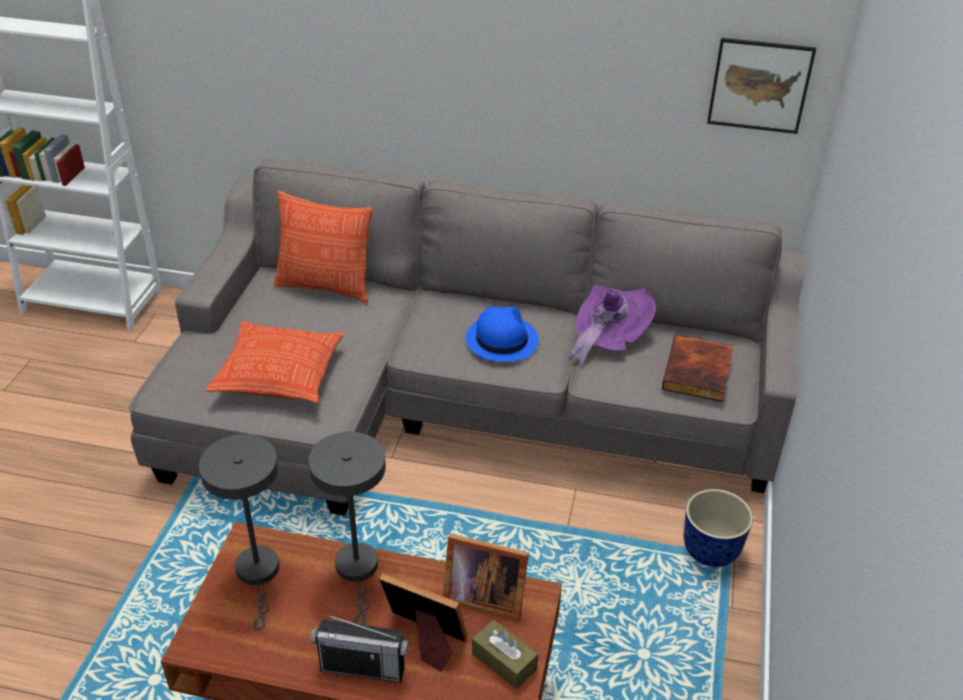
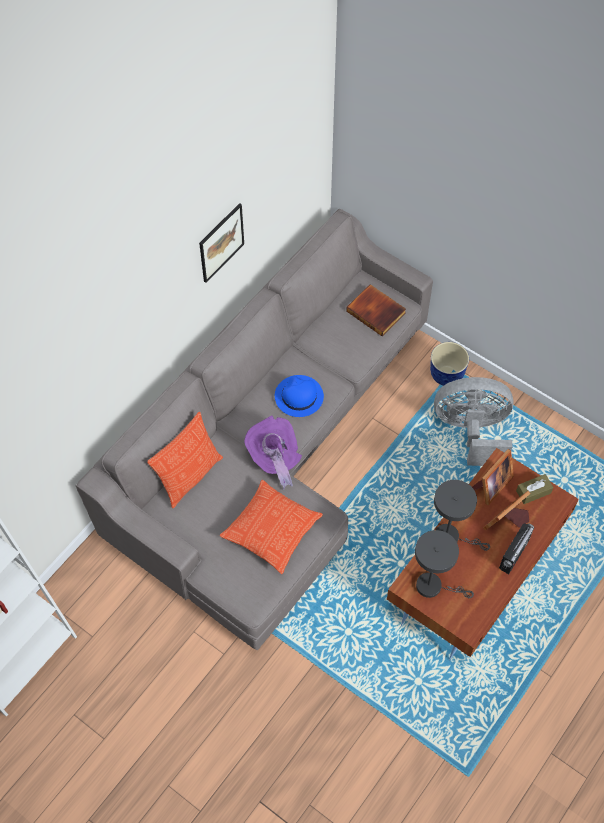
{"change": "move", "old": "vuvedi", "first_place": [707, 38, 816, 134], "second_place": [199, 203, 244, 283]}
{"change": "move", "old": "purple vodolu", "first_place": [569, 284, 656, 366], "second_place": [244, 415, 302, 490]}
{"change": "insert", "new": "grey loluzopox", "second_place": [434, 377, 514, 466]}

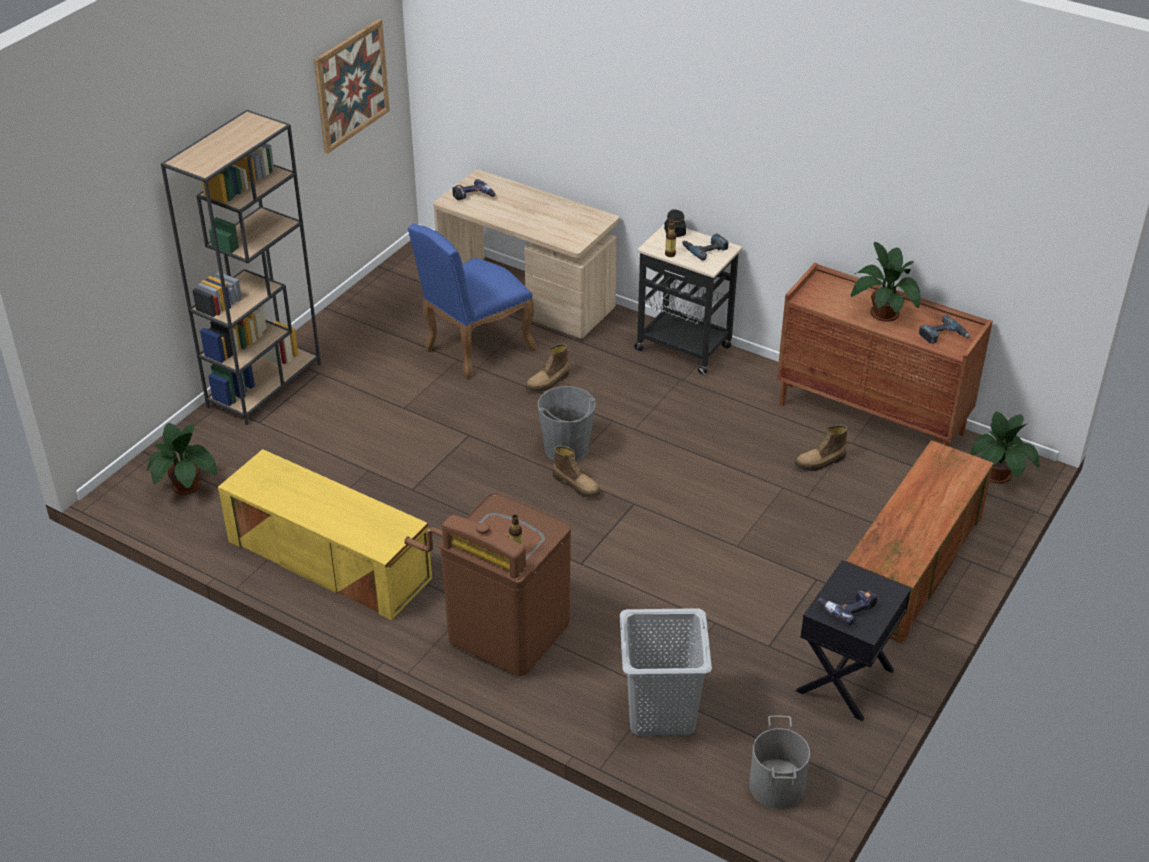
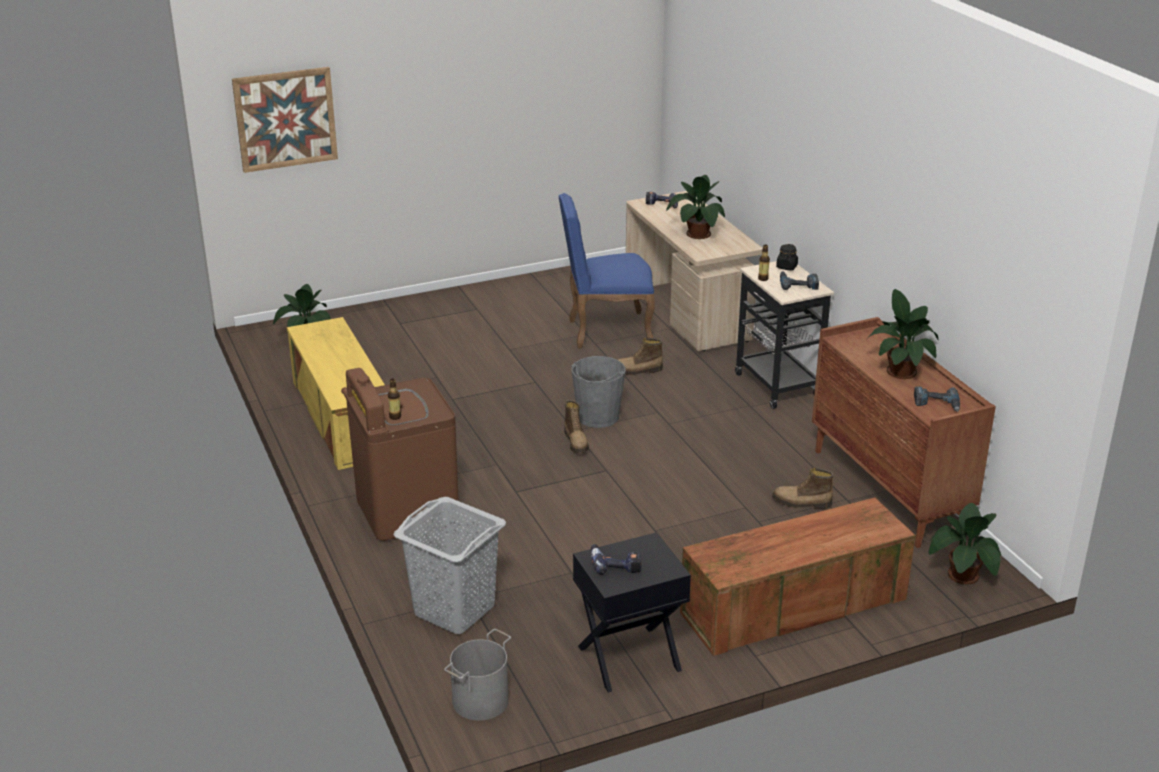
{"change": "move", "old": "vuvedi", "first_place": [314, 19, 390, 154], "second_place": [232, 67, 338, 173]}
{"change": "insert", "new": "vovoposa", "second_place": [666, 175, 725, 239]}
{"change": "delete", "old": "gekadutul", "first_place": [161, 110, 321, 425]}

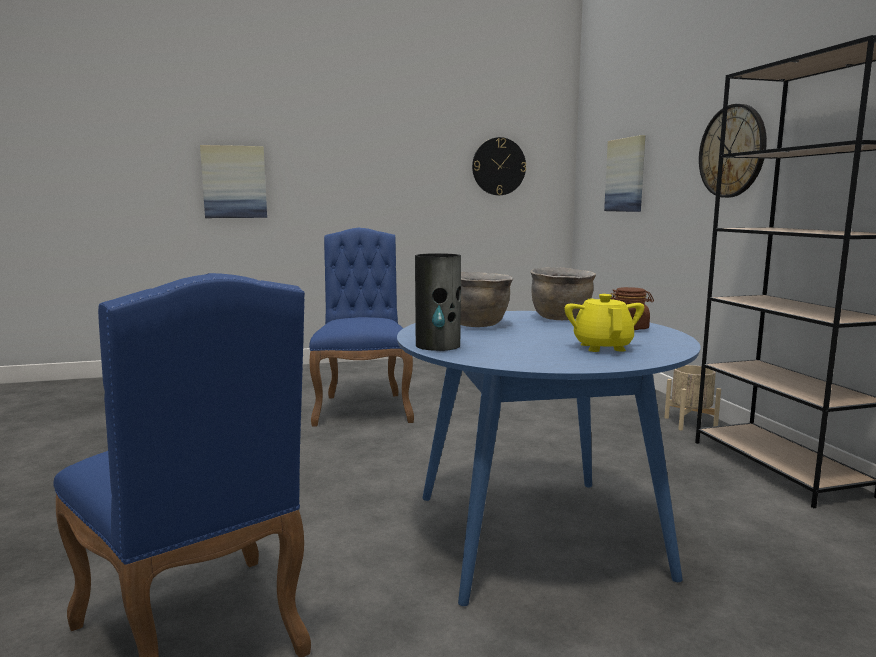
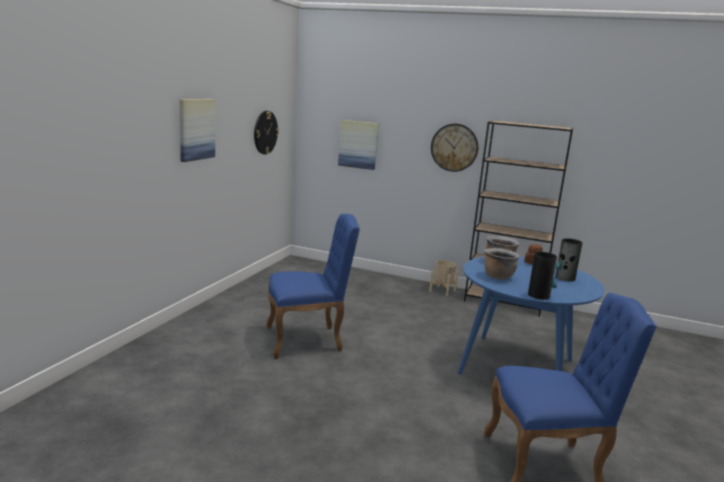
{"change": "move", "old": "vuvedi", "first_place": [200, 145, 267, 218], "second_place": [179, 99, 215, 162]}
{"change": "rotate", "old": "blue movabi", "first_place": [309, 228, 414, 427], "second_place": [267, 214, 360, 359], "degrees": 135}
{"change": "replace", "old": "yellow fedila", "new": "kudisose", "first_place": [564, 294, 644, 352], "second_place": [556, 238, 582, 281]}

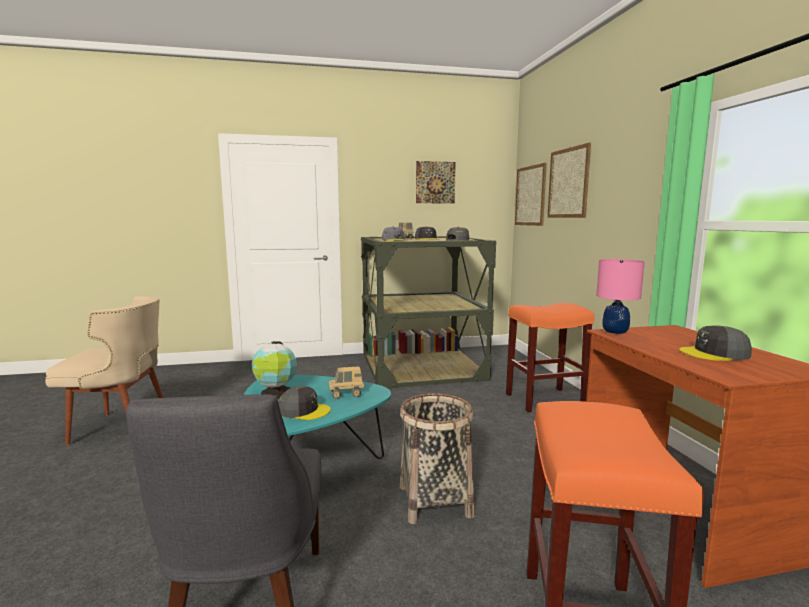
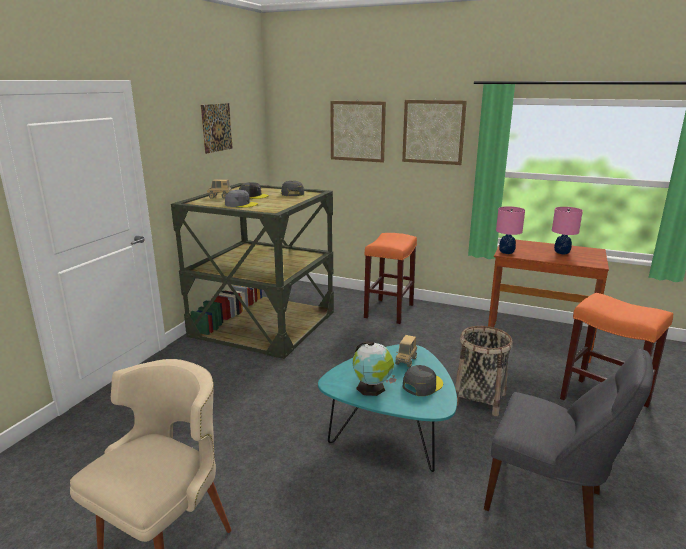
{"change": "move", "old": "vuvedi", "first_place": [515, 163, 547, 226], "second_place": [402, 98, 467, 165]}
{"change": "replace", "old": "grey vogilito", "new": "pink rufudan", "first_place": [679, 325, 752, 361], "second_place": [552, 207, 583, 254]}

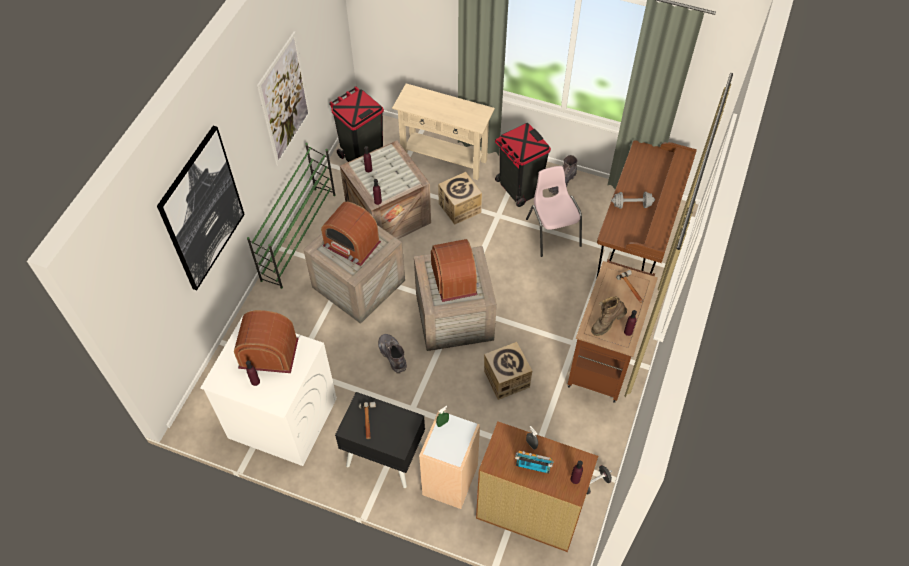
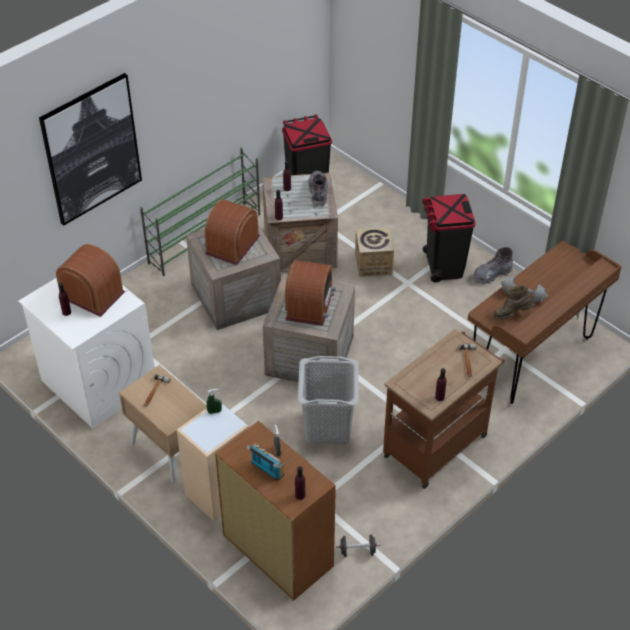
{"change": "recolor", "old": "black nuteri", "new": "beige nuteri", "first_place": [335, 392, 425, 488], "second_place": [119, 365, 207, 483]}
{"change": "rotate", "old": "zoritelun", "first_place": [321, 202, 381, 266], "second_place": [204, 199, 260, 265], "degrees": 60}
{"change": "replace", "old": "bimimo", "new": "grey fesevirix", "first_place": [484, 342, 532, 400], "second_place": [298, 356, 359, 444]}
{"change": "move", "old": "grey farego", "first_place": [378, 334, 407, 373], "second_place": [308, 171, 328, 207]}
{"change": "move", "old": "brown farego", "first_place": [591, 296, 627, 336], "second_place": [493, 285, 535, 320]}
{"change": "delete", "old": "vuvedi", "first_place": [257, 31, 311, 165]}
{"change": "delete", "old": "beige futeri", "first_place": [392, 83, 495, 180]}
{"change": "delete", "old": "pink movabi", "first_place": [526, 166, 582, 257]}

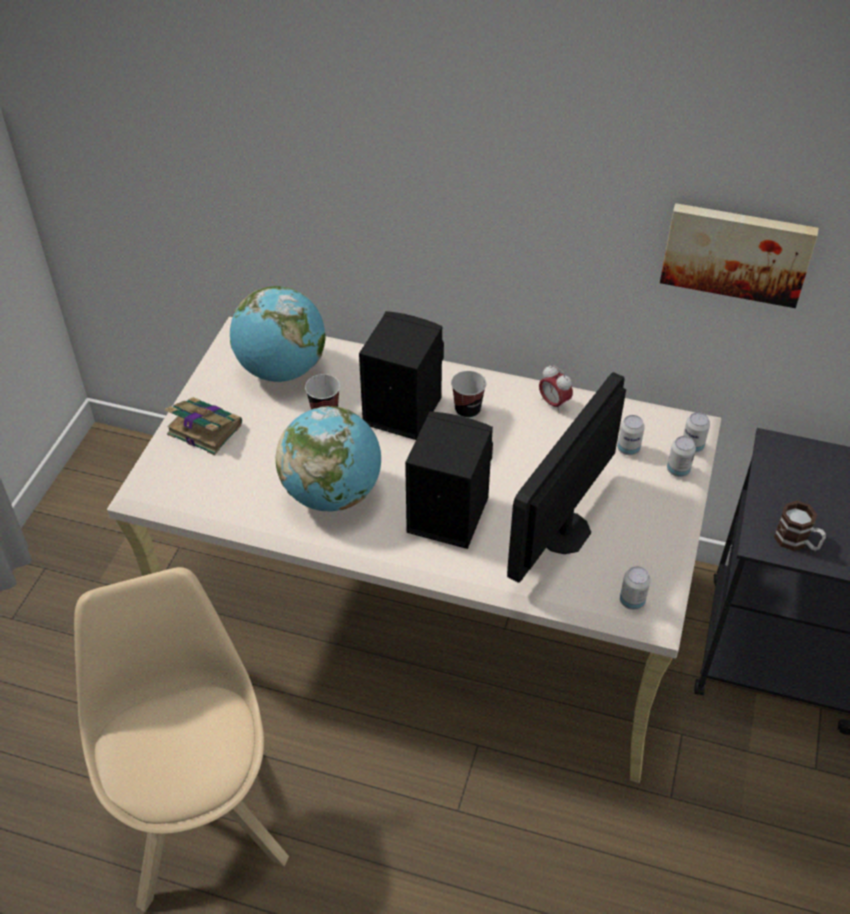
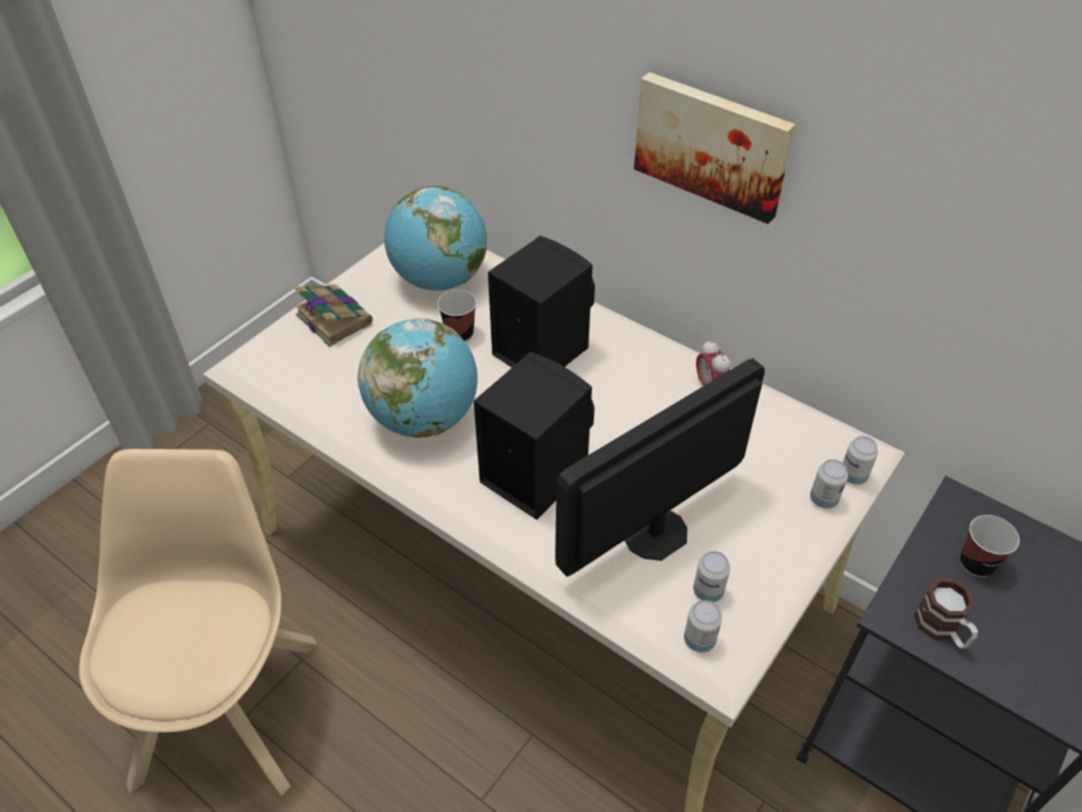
{"change": "move", "old": "vuvedi", "first_place": [660, 203, 819, 308], "second_place": [634, 72, 795, 224]}
{"change": "move", "old": "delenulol", "first_place": [617, 415, 645, 455], "second_place": [693, 551, 730, 602]}
{"change": "move", "old": "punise", "first_place": [451, 371, 486, 419], "second_place": [960, 515, 1020, 577]}

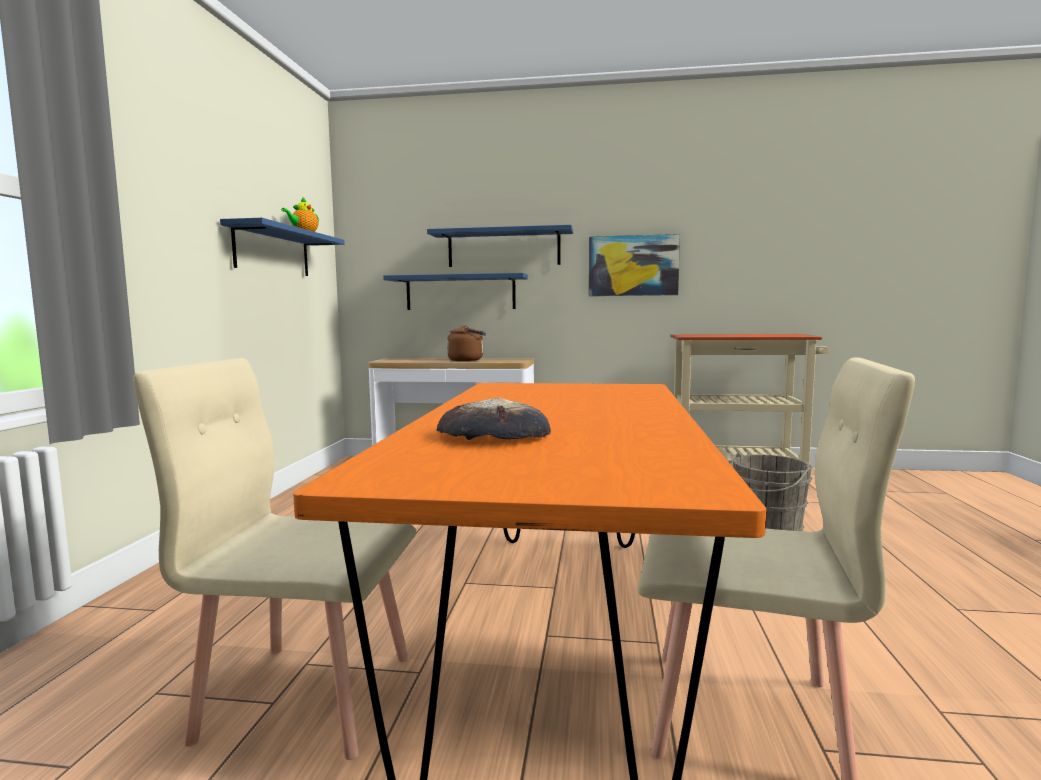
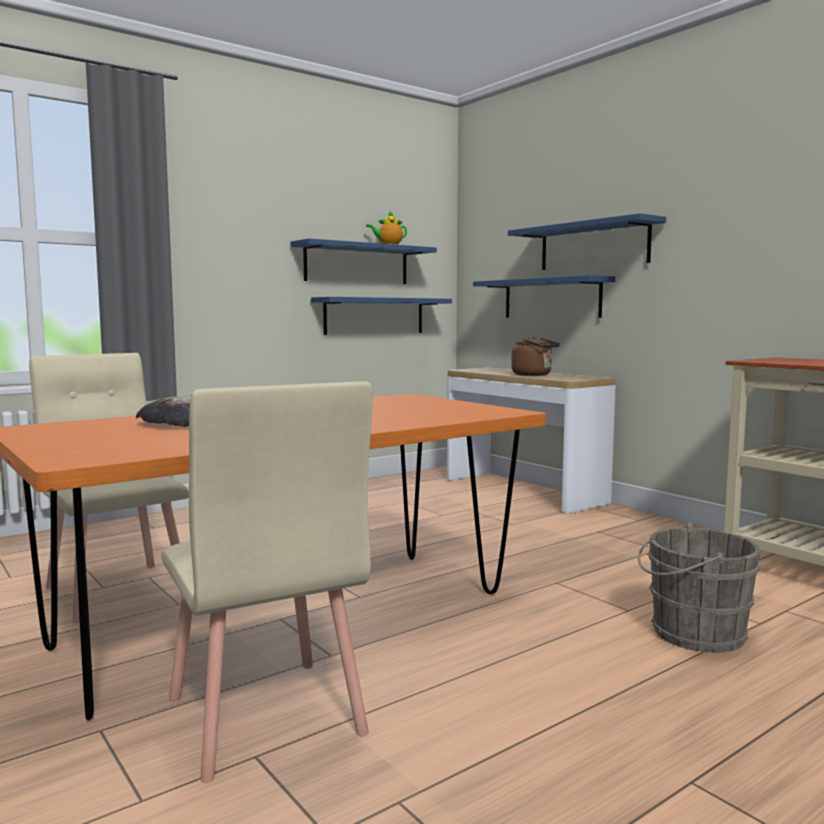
{"change": "insert", "new": "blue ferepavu", "second_place": [311, 297, 452, 335]}
{"change": "delete", "old": "vuvedi", "first_place": [589, 234, 680, 296]}

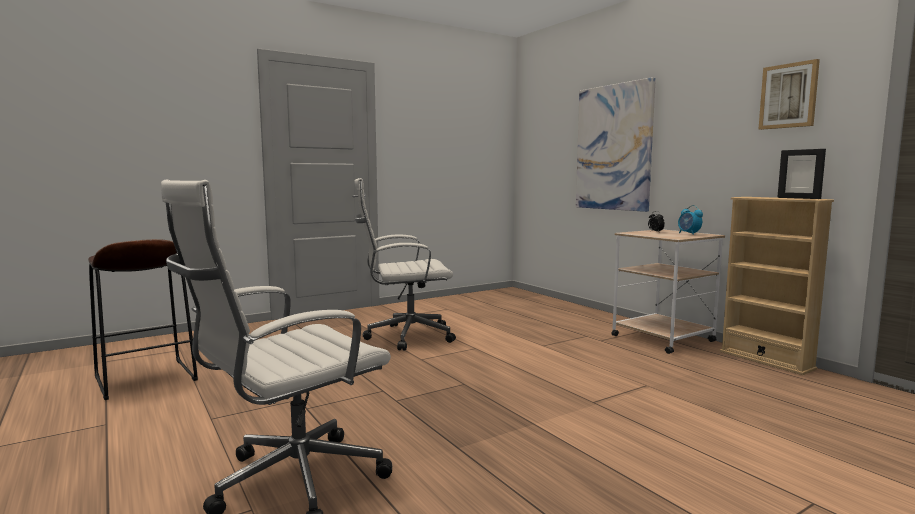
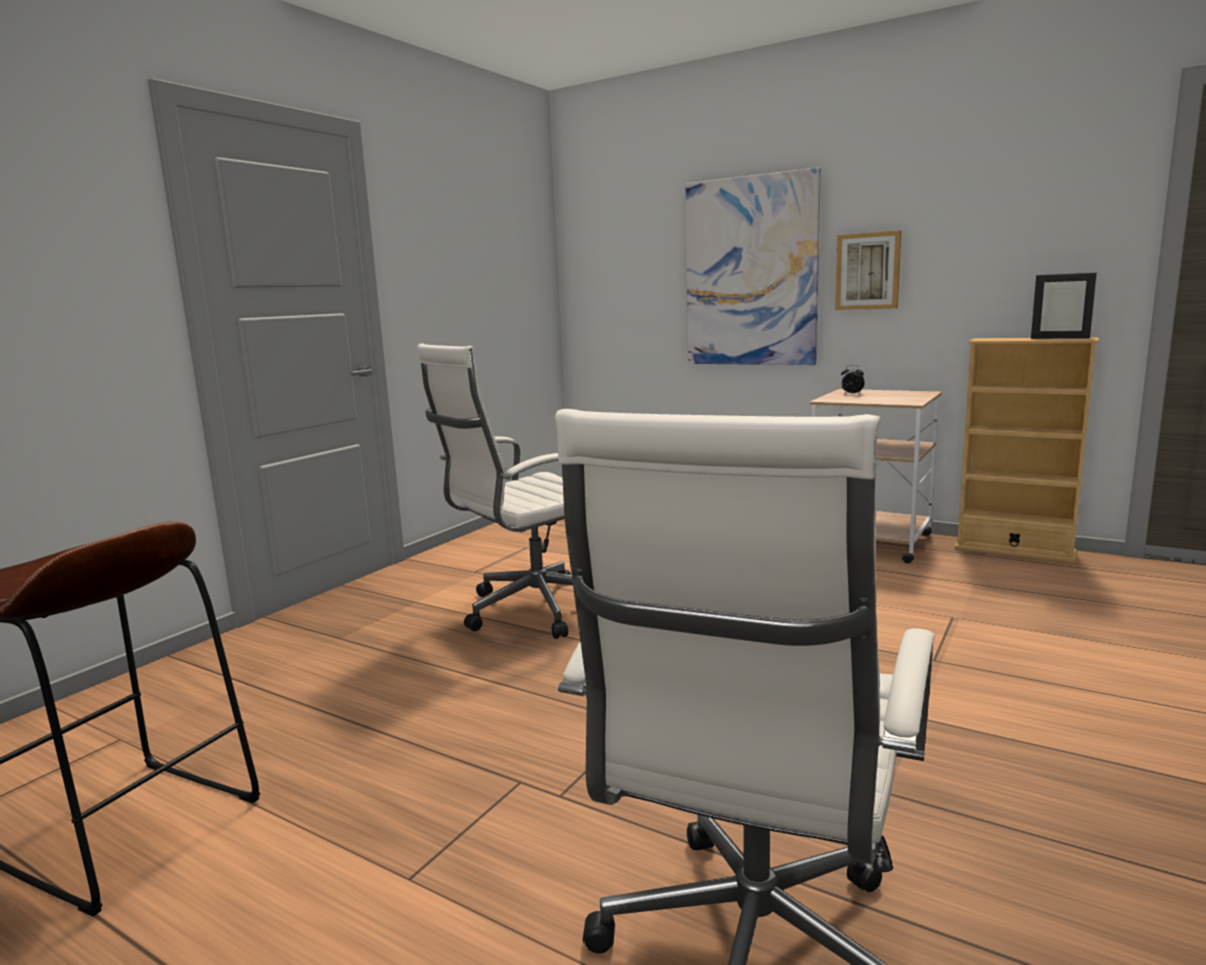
{"change": "move", "old": "vuvedi", "first_place": [759, 59, 820, 130], "second_place": [835, 231, 901, 310]}
{"change": "delete", "old": "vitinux", "first_place": [678, 205, 703, 235]}

